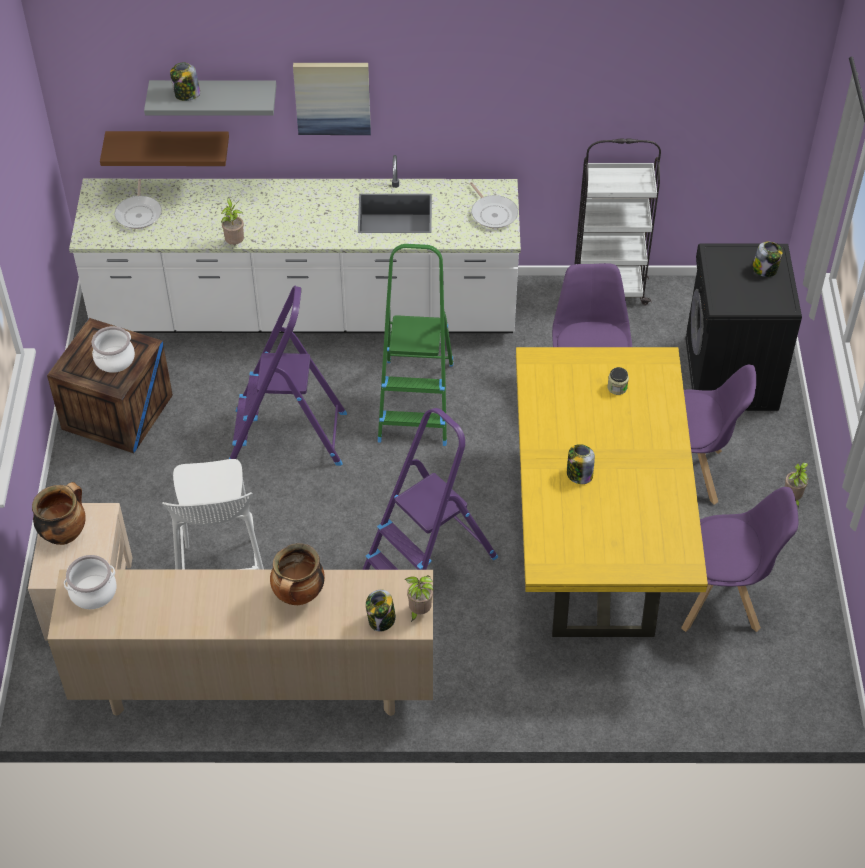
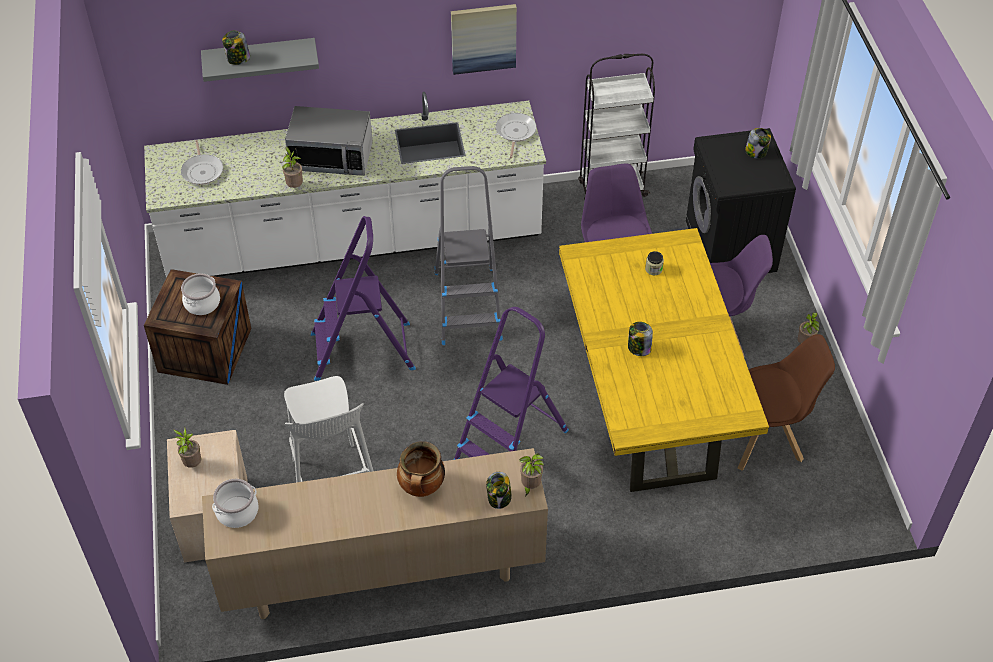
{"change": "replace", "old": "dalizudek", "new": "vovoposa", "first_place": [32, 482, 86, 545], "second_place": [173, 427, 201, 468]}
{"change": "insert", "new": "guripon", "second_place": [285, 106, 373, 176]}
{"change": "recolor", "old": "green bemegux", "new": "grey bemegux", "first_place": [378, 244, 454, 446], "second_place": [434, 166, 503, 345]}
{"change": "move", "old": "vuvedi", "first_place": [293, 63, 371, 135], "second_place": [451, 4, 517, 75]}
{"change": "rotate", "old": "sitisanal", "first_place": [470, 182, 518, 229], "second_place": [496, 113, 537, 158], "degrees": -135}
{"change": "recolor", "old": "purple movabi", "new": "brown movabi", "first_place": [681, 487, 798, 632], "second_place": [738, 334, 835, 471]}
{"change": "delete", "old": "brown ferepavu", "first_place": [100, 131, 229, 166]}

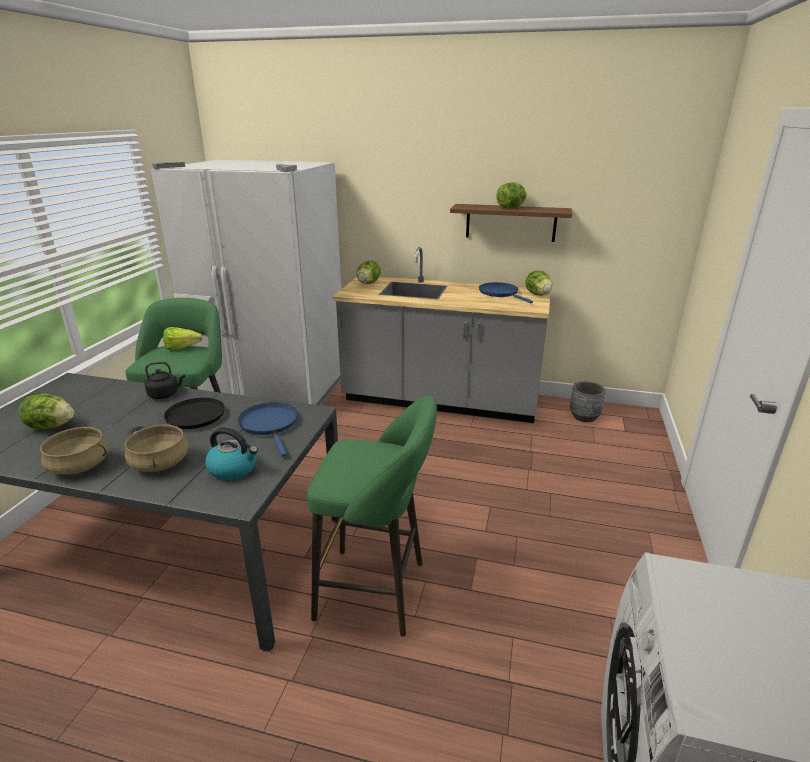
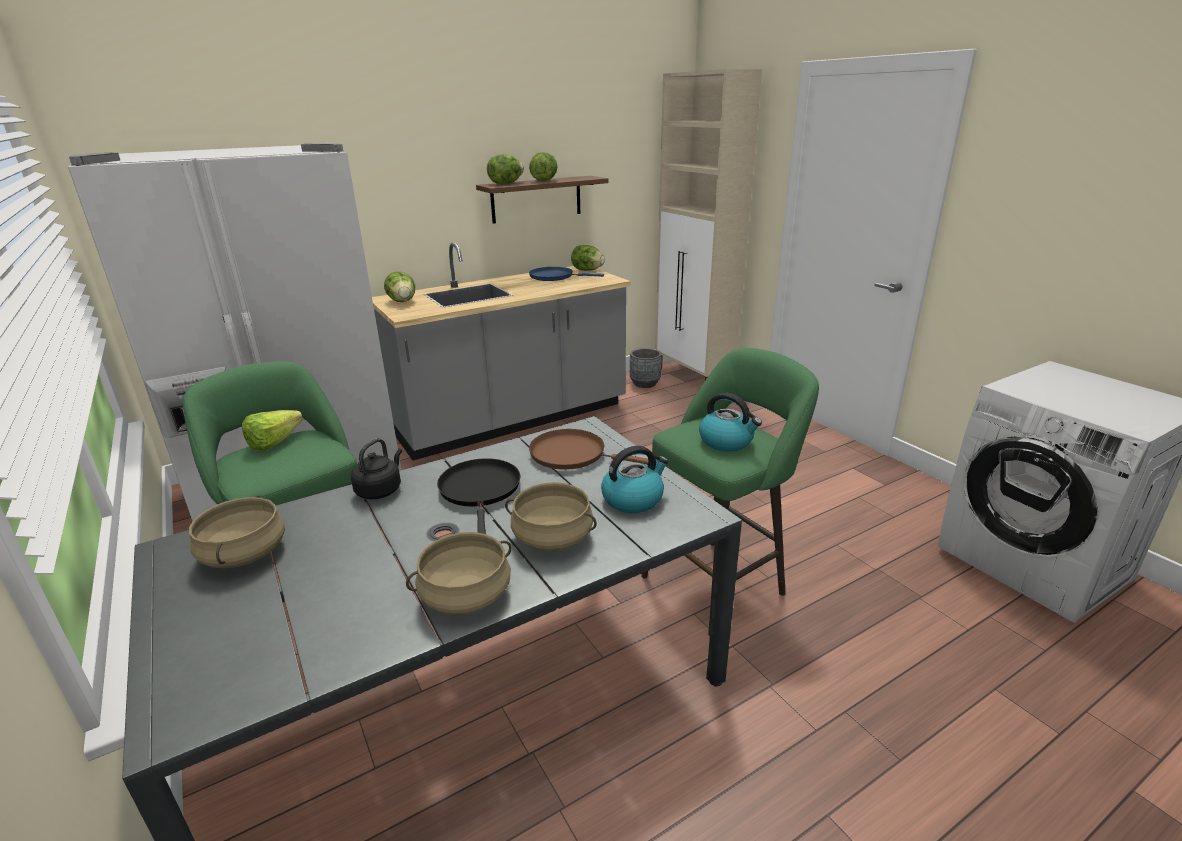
{"change": "insert", "new": "beige dalizudek", "second_place": [189, 496, 285, 568]}
{"change": "move", "old": "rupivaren", "first_place": [19, 393, 74, 429], "second_place": [487, 154, 524, 184]}
{"change": "recolor", "old": "blue sitisanal", "new": "brown sitisanal", "first_place": [238, 402, 298, 457], "second_place": [529, 429, 657, 470]}
{"change": "insert", "new": "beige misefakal", "second_place": [656, 69, 762, 380]}
{"change": "insert", "new": "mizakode", "second_place": [699, 393, 762, 451]}

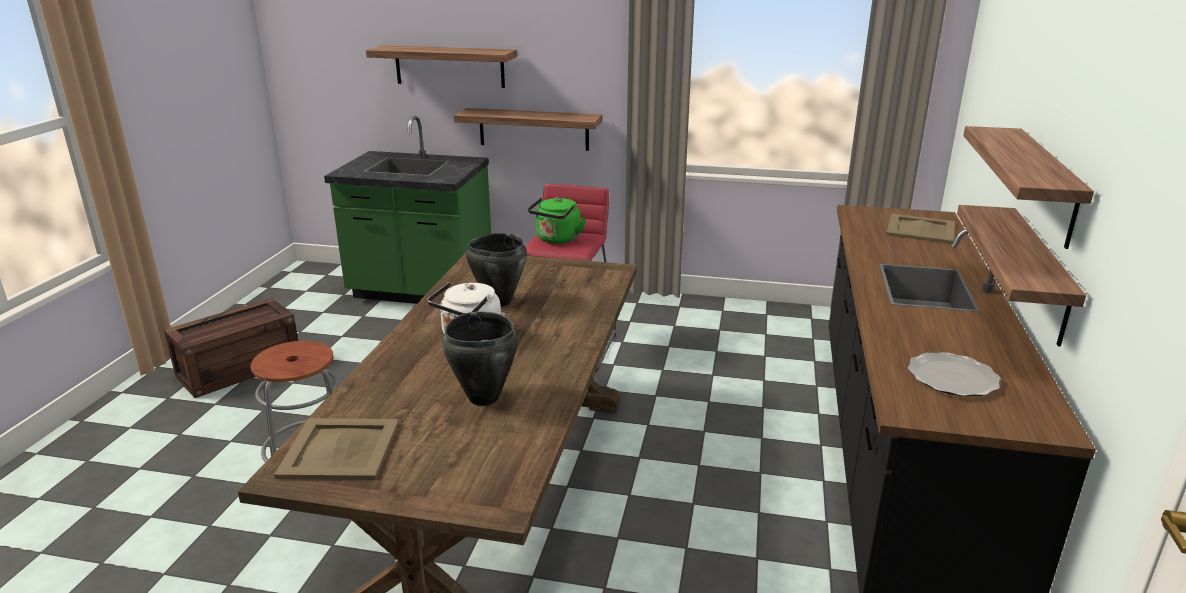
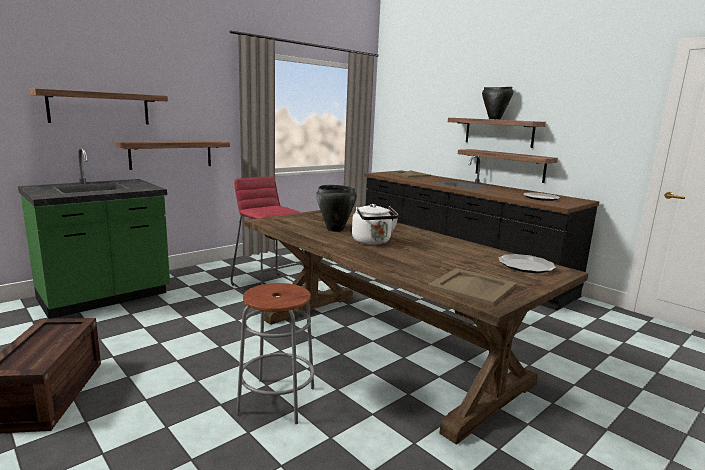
{"change": "move", "old": "black dalizudek", "first_place": [442, 311, 518, 406], "second_place": [482, 87, 513, 120]}
{"change": "insert", "new": "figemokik", "second_place": [498, 254, 556, 273]}
{"change": "delete", "old": "green mizakode", "first_place": [528, 197, 587, 244]}

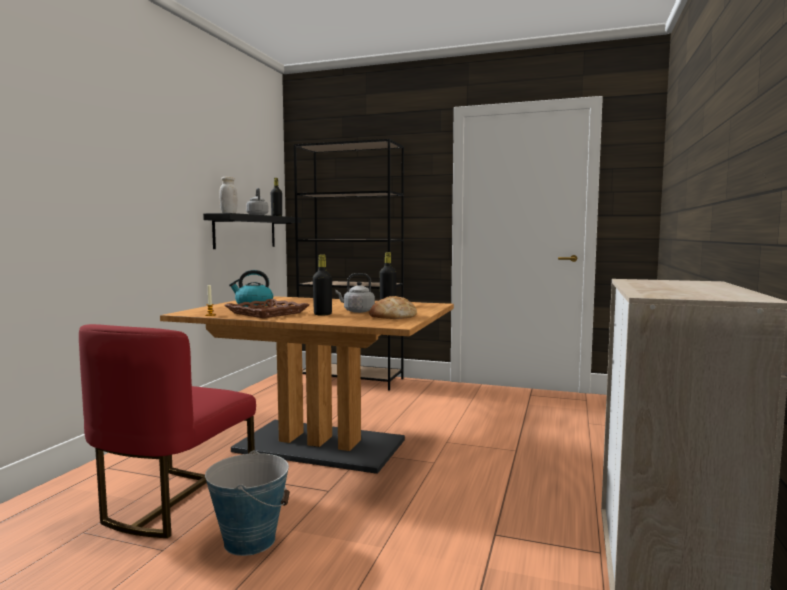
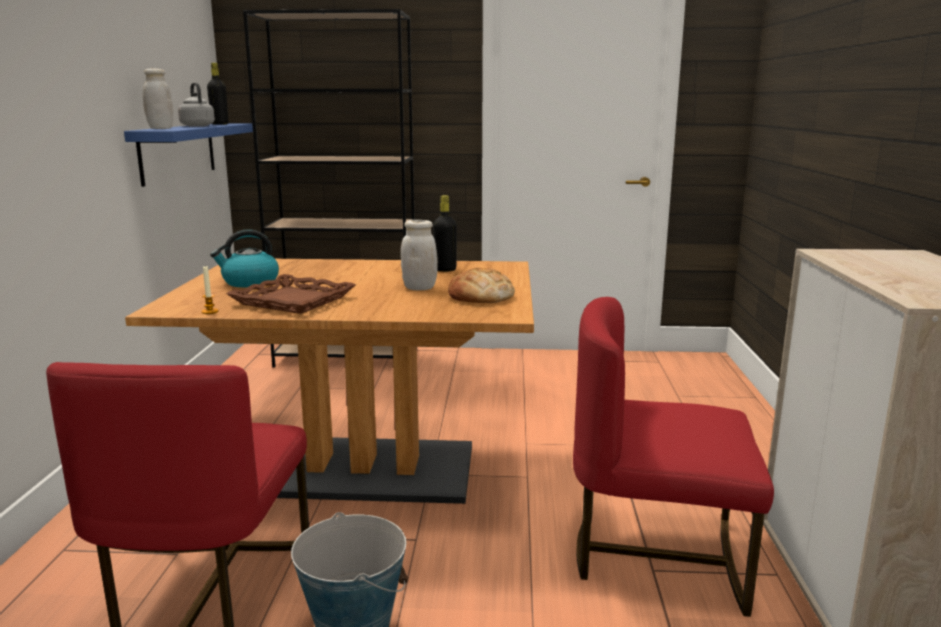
{"change": "recolor", "old": "black ferepavu", "new": "blue ferepavu", "first_place": [203, 213, 301, 249], "second_place": [124, 123, 253, 187]}
{"change": "replace", "old": "grey mizakode", "new": "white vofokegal", "first_place": [336, 273, 375, 313], "second_place": [401, 220, 438, 290]}
{"change": "insert", "new": "red movabi", "second_place": [573, 297, 774, 617]}
{"change": "delete", "old": "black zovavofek", "first_place": [313, 254, 332, 316]}

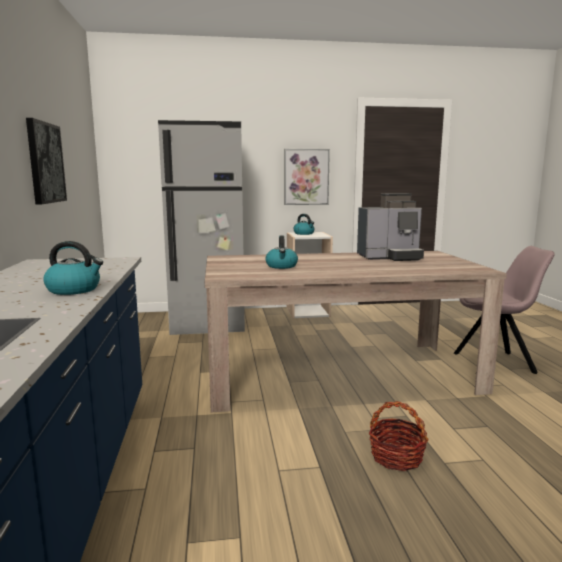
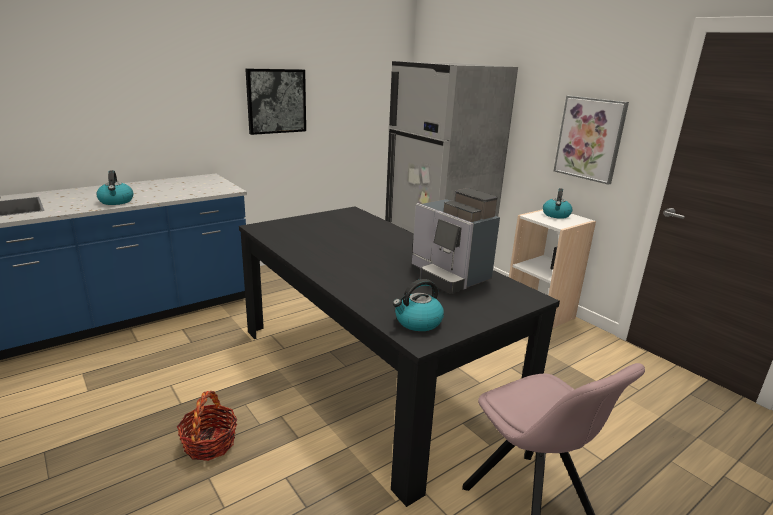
{"change": "recolor", "old": "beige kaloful", "new": "black kaloful", "first_place": [205, 251, 507, 413], "second_place": [239, 206, 560, 507]}
{"change": "move", "old": "mizakode", "first_place": [265, 235, 298, 269], "second_place": [393, 279, 444, 331]}

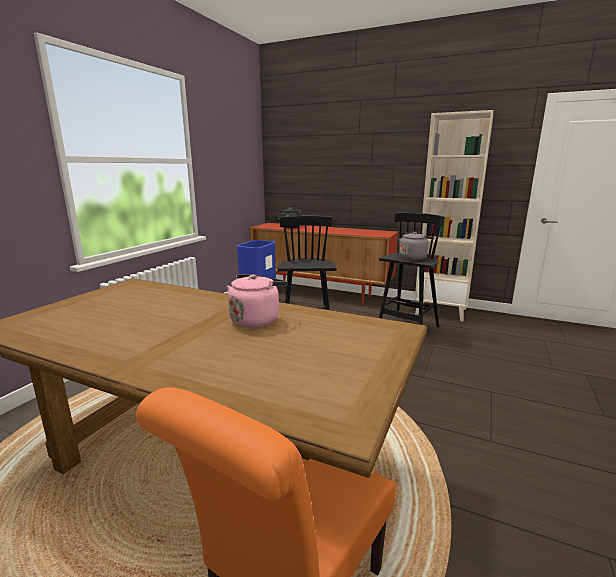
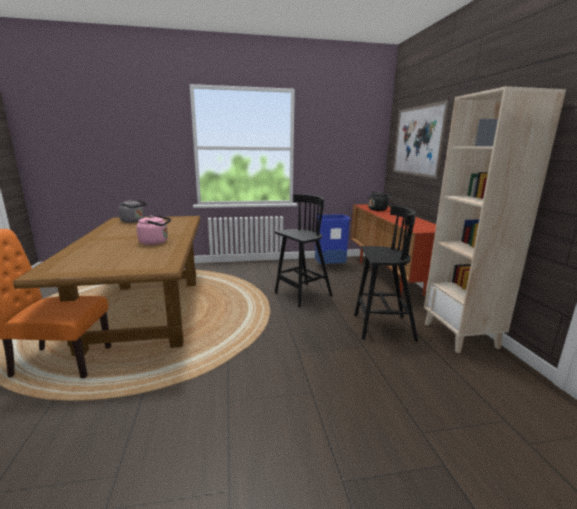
{"change": "move", "old": "grey mizakode", "first_place": [399, 232, 434, 260], "second_place": [118, 200, 147, 223]}
{"change": "insert", "new": "vuvedi", "second_place": [393, 100, 449, 179]}

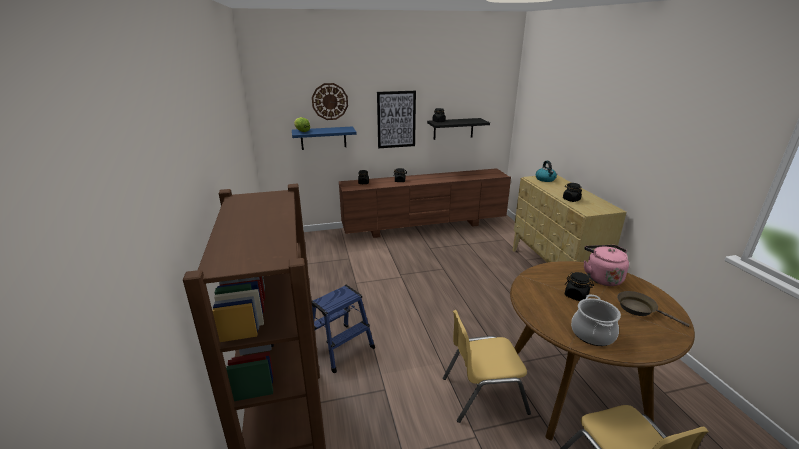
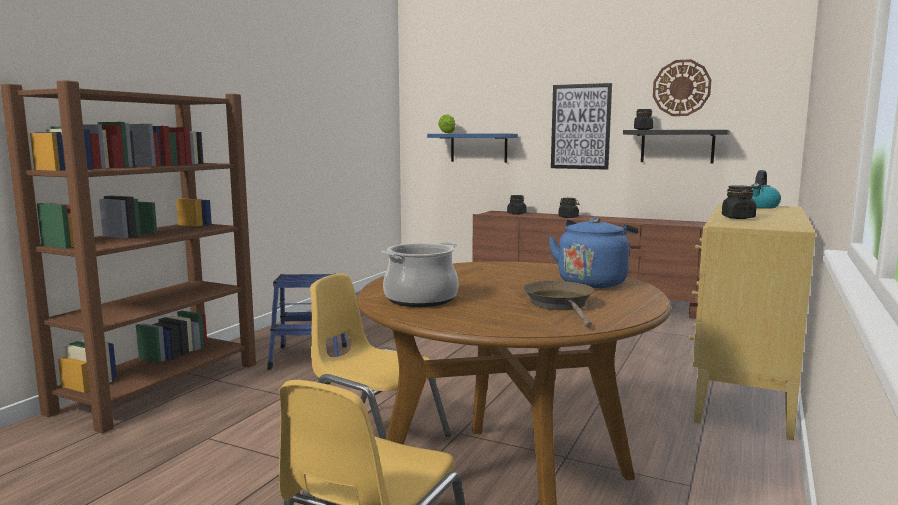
{"change": "recolor", "old": "pink mizakode", "new": "blue mizakode", "first_place": [584, 245, 629, 286], "second_place": [548, 217, 638, 288]}
{"change": "move", "old": "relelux", "first_place": [312, 83, 348, 120], "second_place": [653, 59, 711, 116]}
{"change": "delete", "old": "black vofokegal", "first_place": [565, 272, 594, 301]}

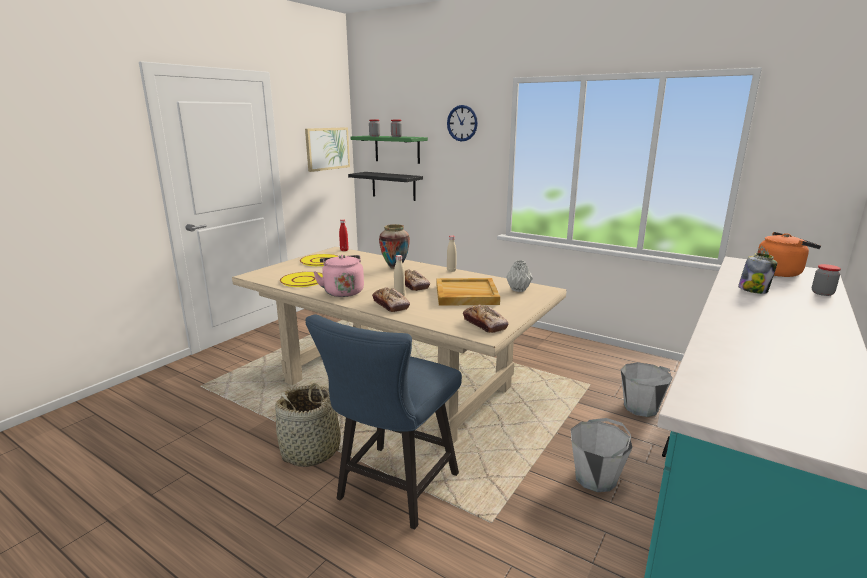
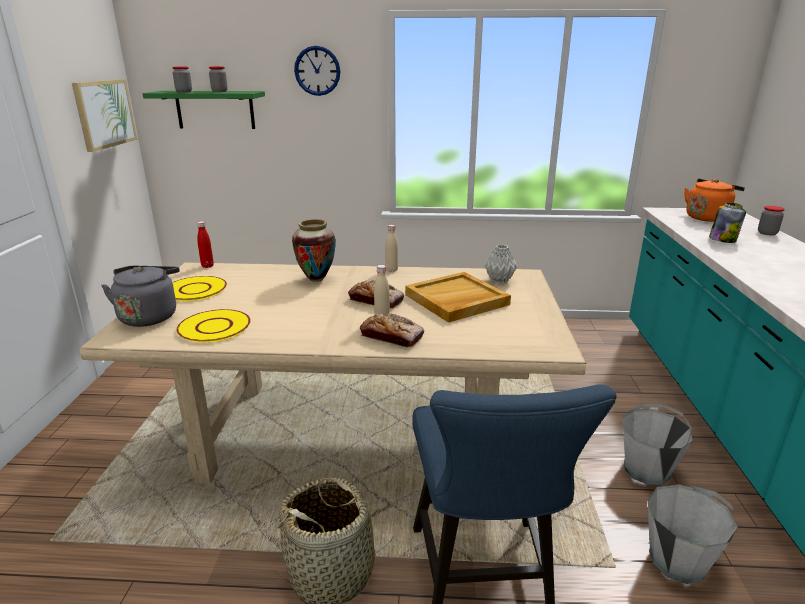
{"change": "insert", "new": "grey mizakode", "second_place": [101, 266, 180, 327]}
{"change": "move", "old": "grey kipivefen", "first_place": [621, 362, 673, 417], "second_place": [647, 484, 738, 584]}
{"change": "delete", "old": "pink mizakode", "first_place": [313, 255, 364, 297]}
{"change": "delete", "old": "black ferepavu", "first_place": [348, 172, 423, 201]}
{"change": "delete", "old": "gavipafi", "first_place": [463, 305, 509, 333]}

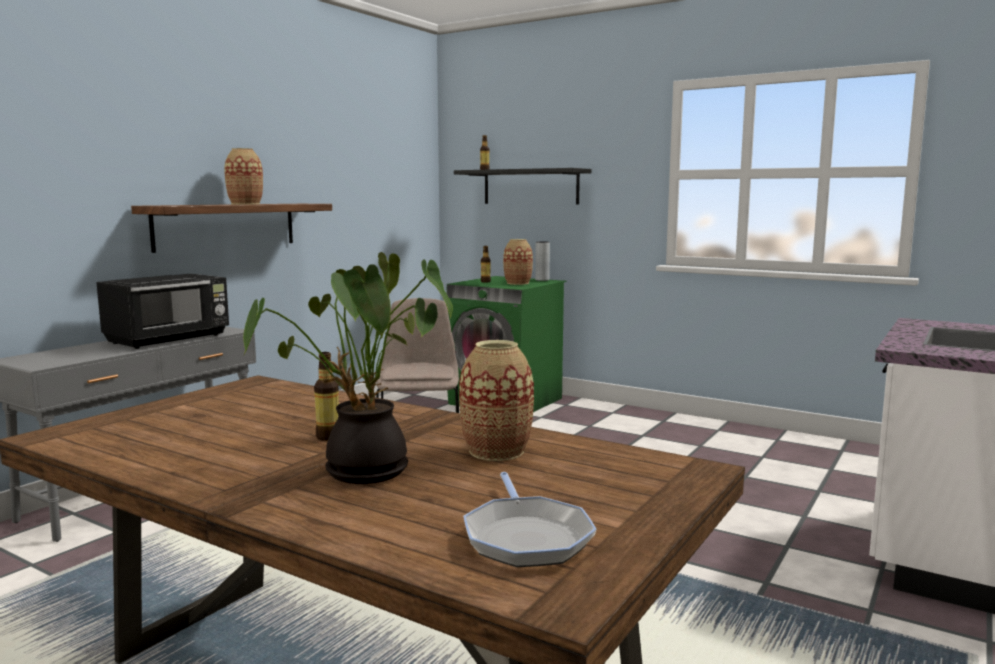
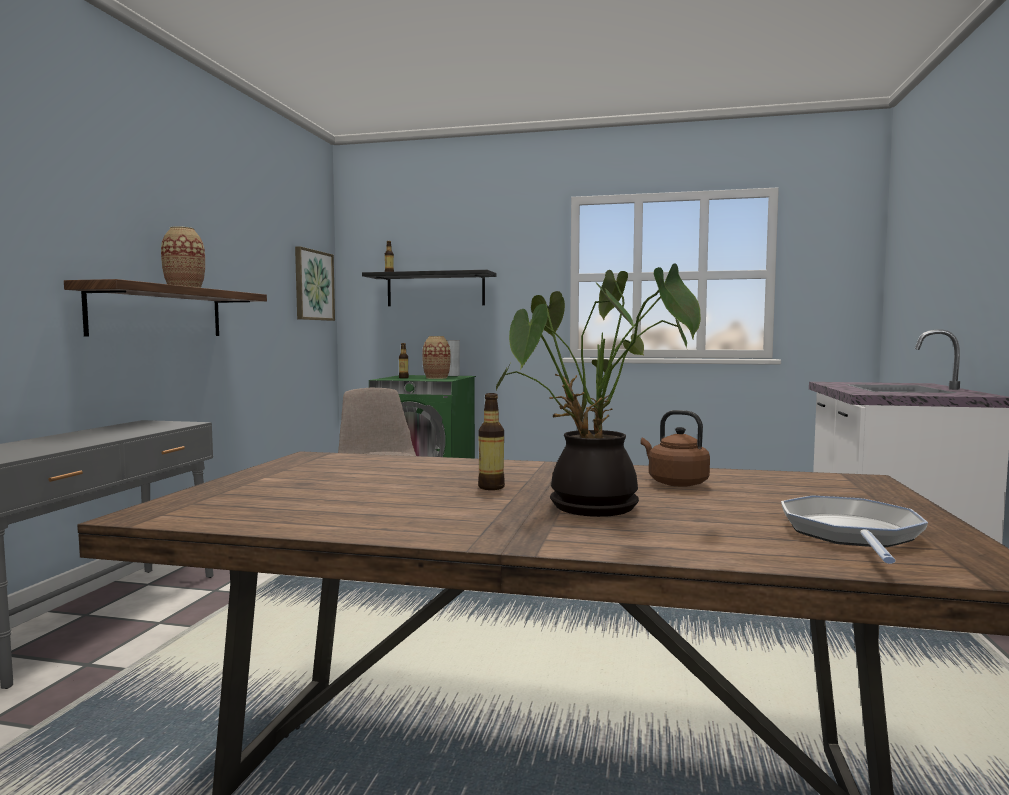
{"change": "insert", "new": "vuvedi", "second_place": [295, 246, 335, 321]}
{"change": "replace", "old": "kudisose", "new": "brown mizakode", "first_place": [459, 340, 534, 461], "second_place": [641, 410, 710, 487]}
{"change": "rotate", "old": "sitisanal", "first_place": [463, 472, 596, 567], "second_place": [781, 495, 928, 564], "degrees": -135}
{"change": "delete", "old": "black guripon", "first_place": [96, 274, 229, 349]}

